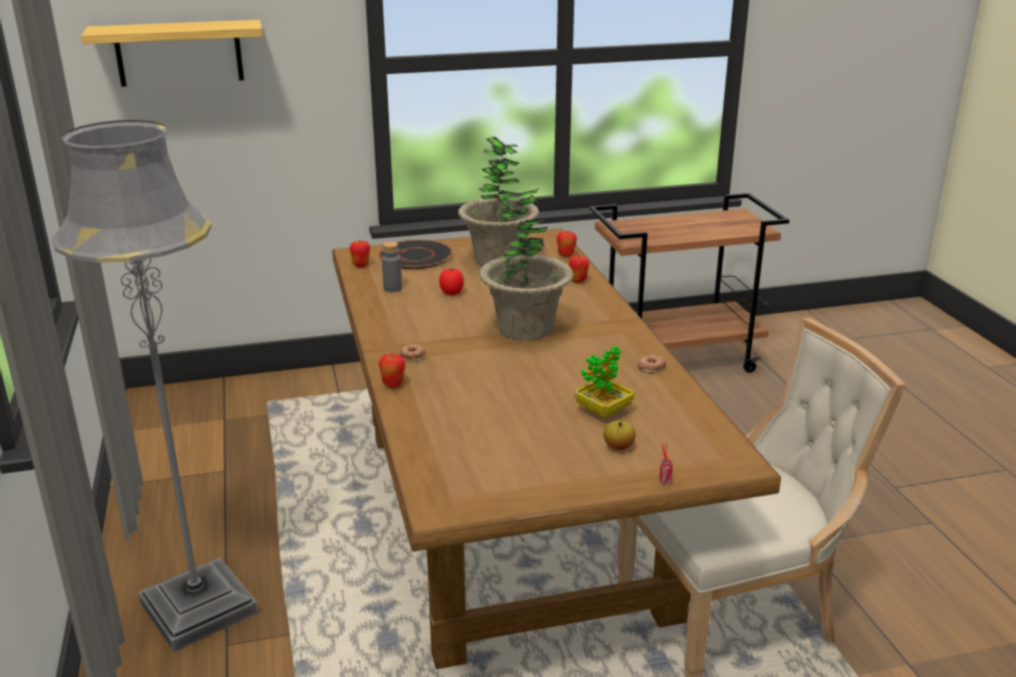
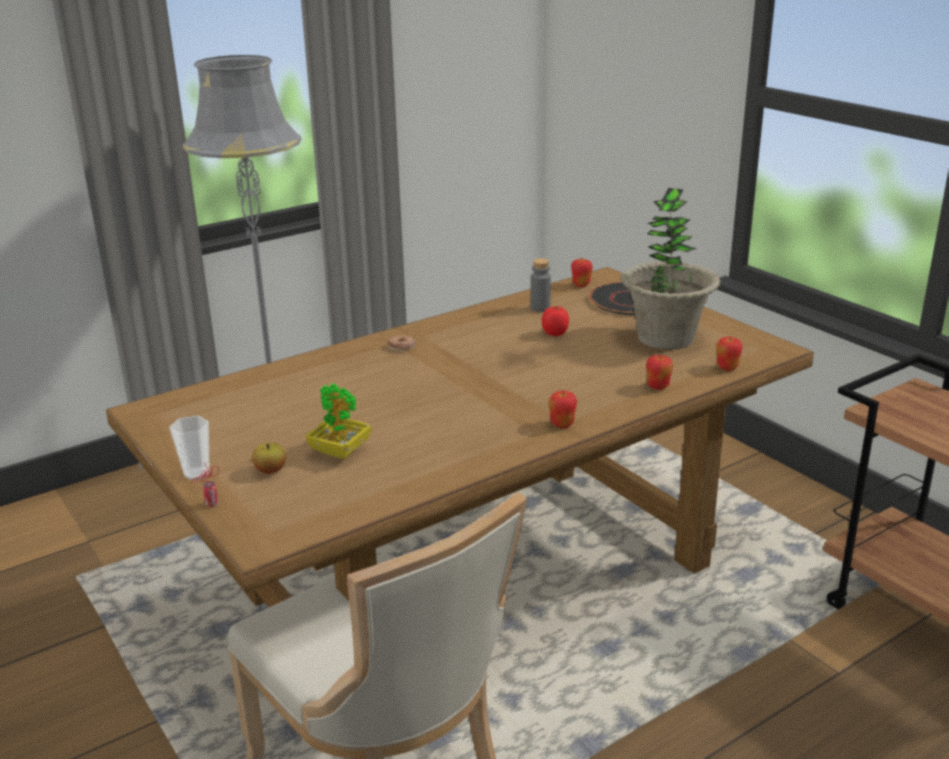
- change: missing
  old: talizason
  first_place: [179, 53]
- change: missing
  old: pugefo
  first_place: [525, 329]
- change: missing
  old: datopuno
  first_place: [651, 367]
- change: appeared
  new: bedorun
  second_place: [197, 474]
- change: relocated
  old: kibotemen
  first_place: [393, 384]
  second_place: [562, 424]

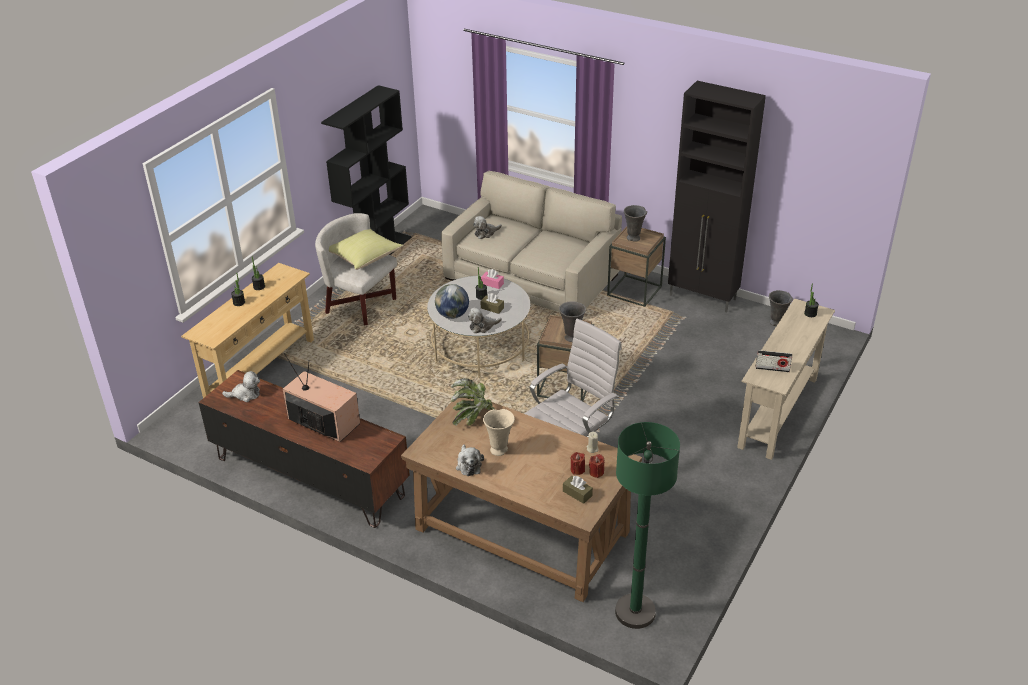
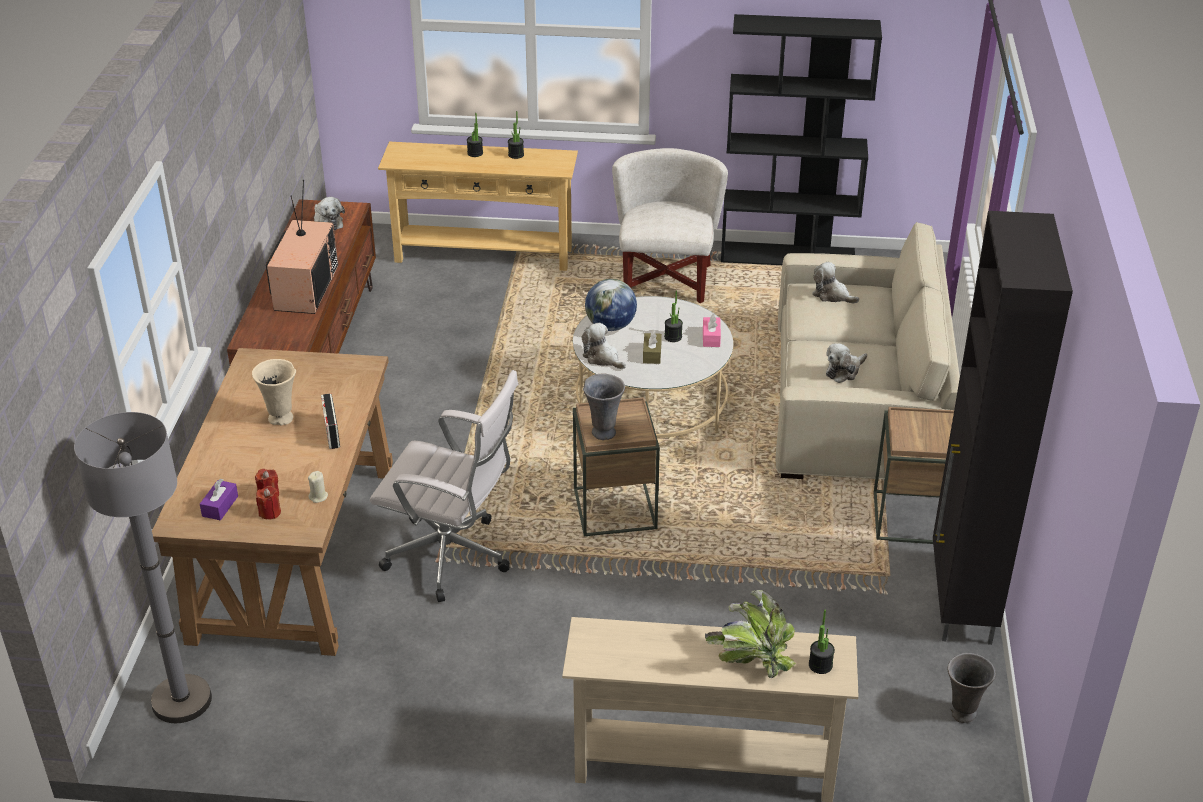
- change: missing
  old: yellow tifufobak
  first_place: [364, 257]
- change: missing
  old: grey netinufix
  first_place: [633, 238]
- change: relocated
  old: pugefo
  first_place: [473, 417]
  second_place: [751, 659]
- change: relocated
  old: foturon
  first_place: [468, 465]
  second_place: [844, 371]
- change: relocated
  old: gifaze
  first_place: [772, 368]
  second_place: [331, 432]
- change: colour
  old: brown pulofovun
  new: purple pulofovun
  first_place: [577, 493]
  second_place: [220, 506]
- change: colour
  old: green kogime
  new: grey kogime
  first_place: [635, 612]
  second_place: [181, 700]

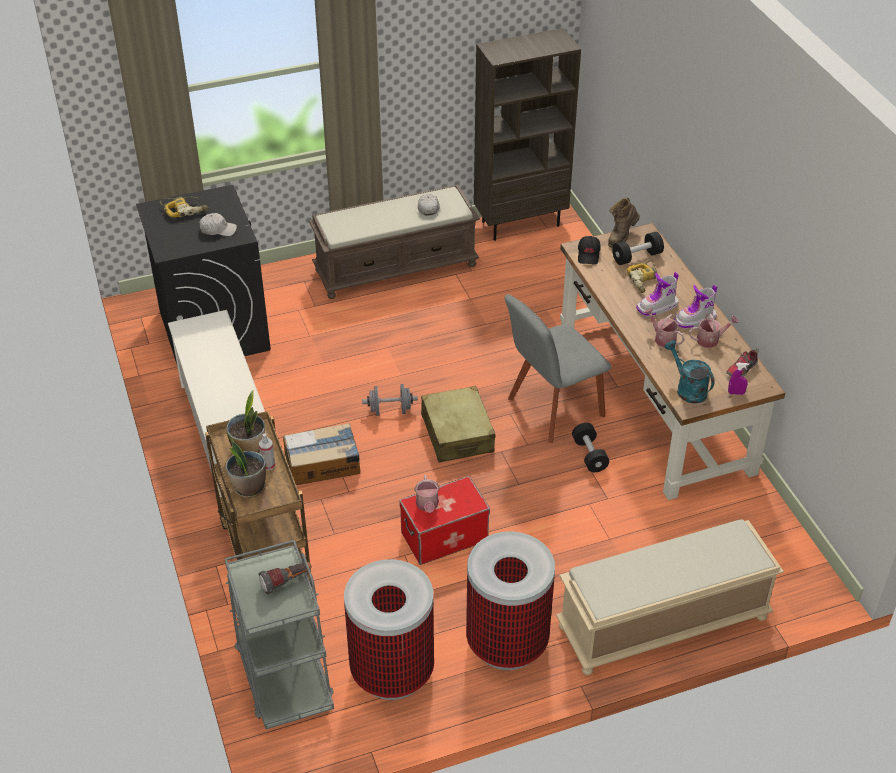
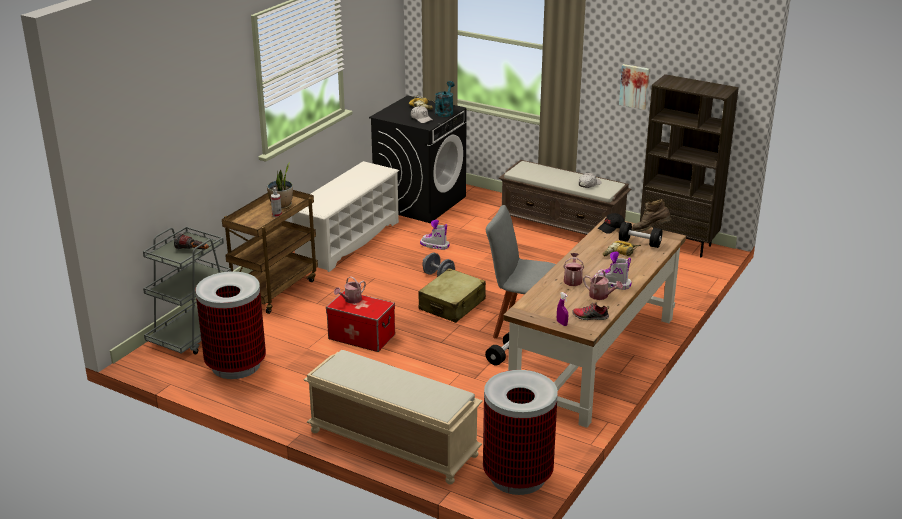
- change: missing
  old: pugefo
  first_place: [249, 487]
- change: missing
  old: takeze
  first_place: [323, 464]
- change: appeared
  new: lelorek
  second_place: [634, 86]
- change: relocated
  old: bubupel
  first_place: [507, 642]
  second_place: [518, 476]
- change: relocated
  old: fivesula
  first_place: [657, 307]
  second_place: [434, 245]
- change: relocated
  old: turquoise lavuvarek
  first_place: [687, 389]
  second_place: [444, 111]

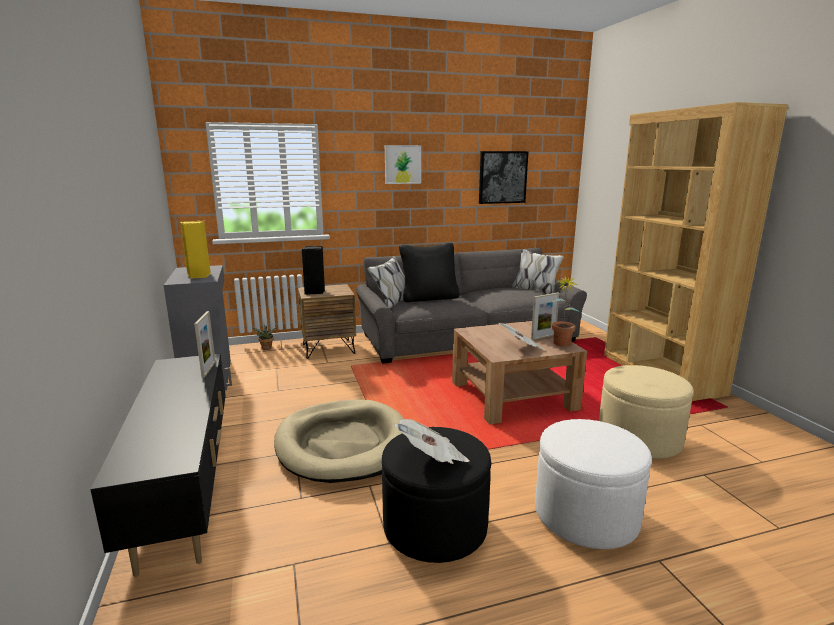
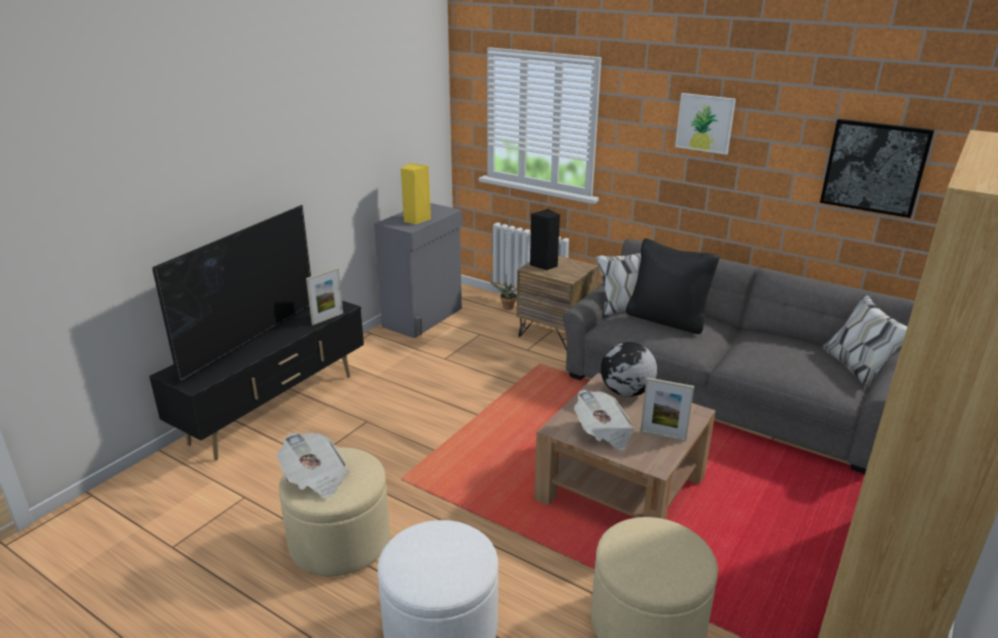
- change: missing
  old: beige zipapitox
  first_place: [343, 444]
- change: missing
  old: pugefo
  first_place: [561, 345]
- change: appeared
  new: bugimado
  second_place: [252, 341]
- change: appeared
  new: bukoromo
  second_place: [626, 392]
- change: colour
  old: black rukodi
  new: beige rukodi
  first_place: [435, 526]
  second_place: [340, 541]

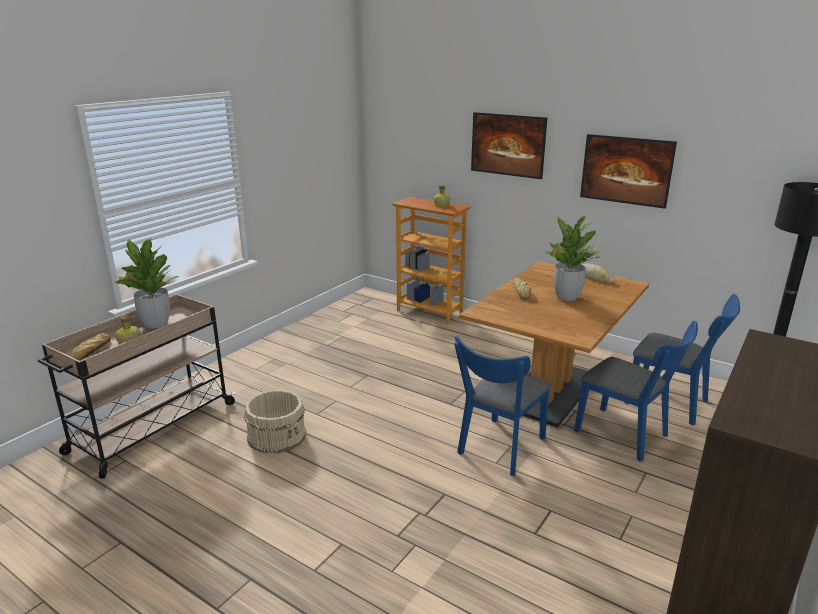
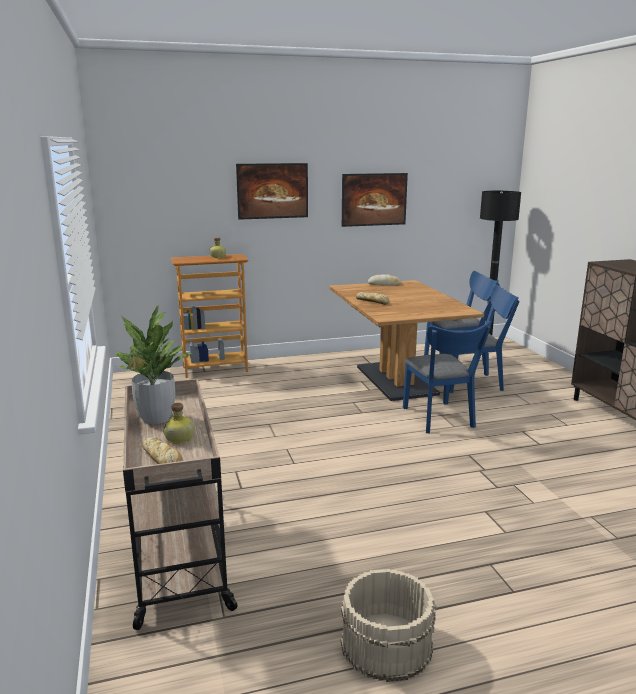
- change: missing
  old: pugefo
  first_place: [566, 297]
- change: relocated
  old: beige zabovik
  first_place: [277, 435]
  second_place: [386, 643]

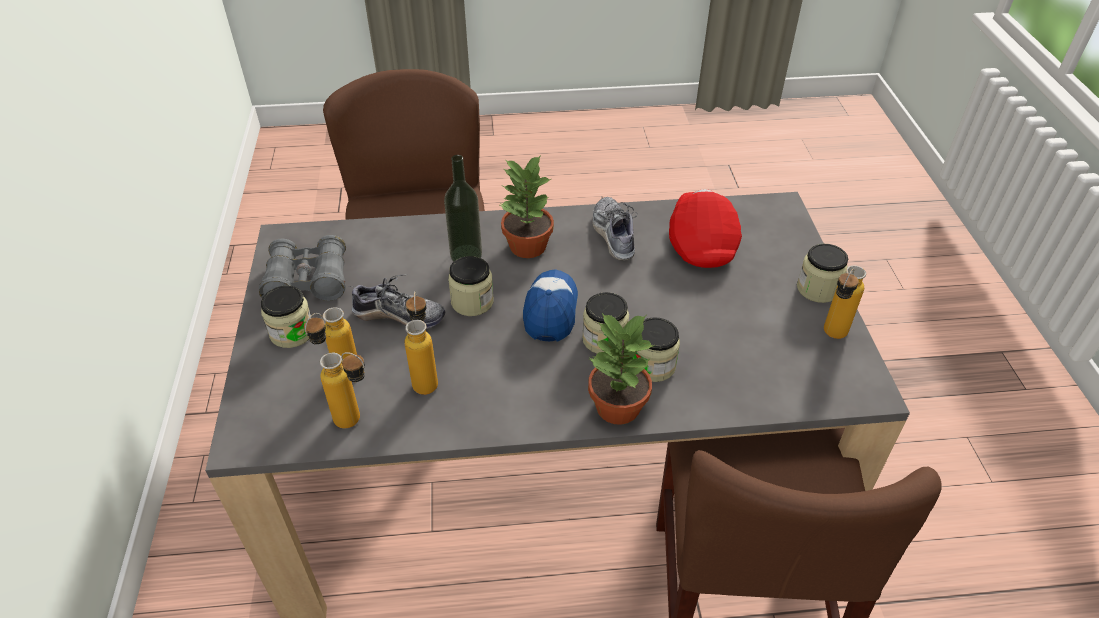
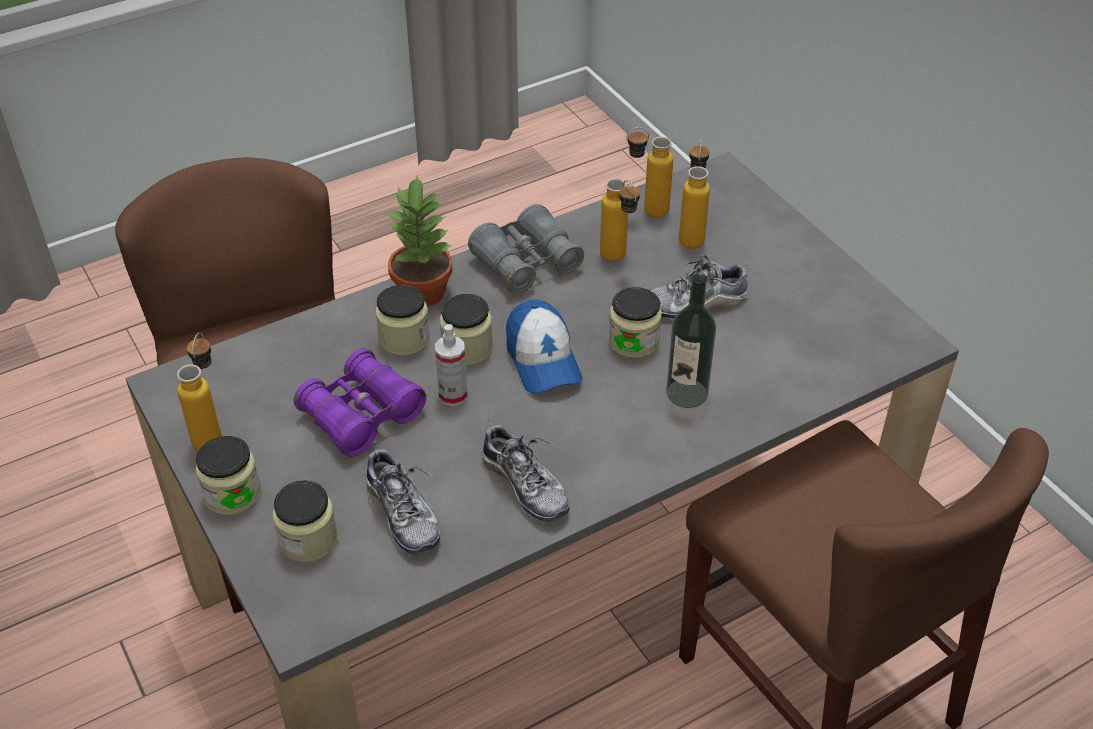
- change: missing
  old: pugefo
  first_place: [526, 246]
- change: appeared
  new: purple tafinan
  second_place: [362, 415]
- change: appeared
  new: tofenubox
  second_place: [453, 395]
- change: relocated
  old: grey tafinan
  first_place: [308, 281]
  second_place: [526, 263]
- change: relocated
  old: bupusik
  first_place: [292, 332]
  second_place: [308, 540]
- change: exchanged
  old: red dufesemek
  new: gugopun
  first_place: [701, 243]
  second_place: [402, 514]

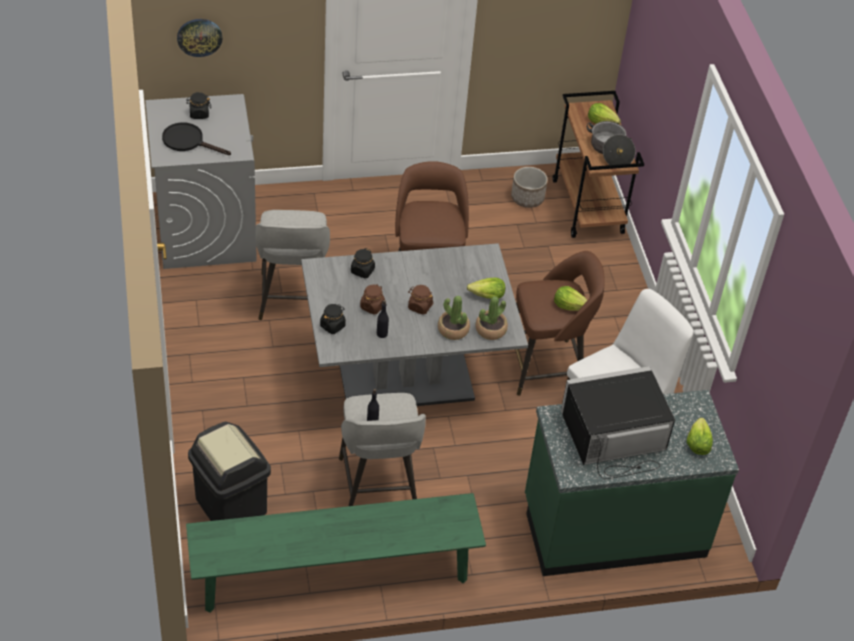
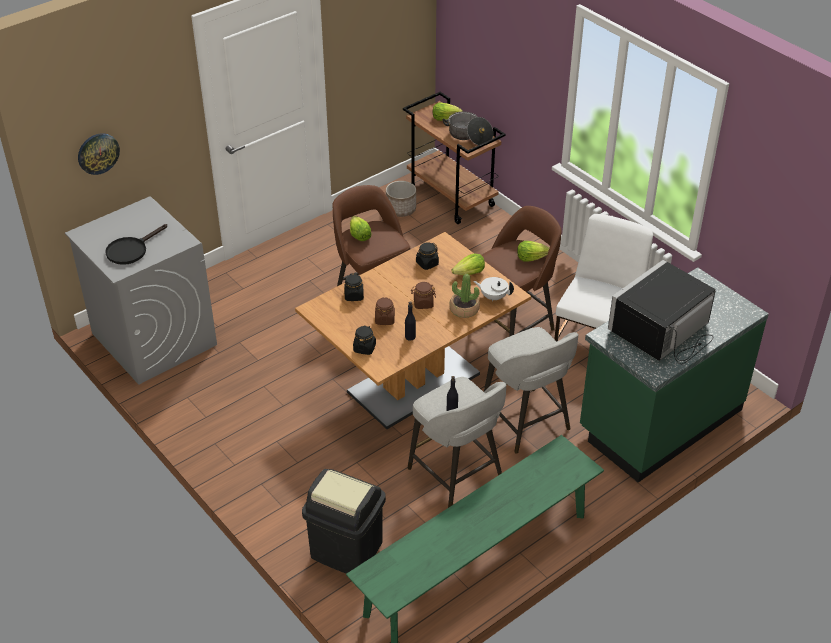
- change: relocated
  old: black bupusik
  first_place: [199, 114]
  second_place: [427, 264]
- change: relocated
  old: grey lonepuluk
  first_place: [292, 299]
  second_place: [526, 422]
- change: relocated
  old: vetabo
  first_place: [697, 443]
  second_place: [359, 235]
- change: exchanged
  old: pugefo
  new: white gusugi
  first_place: [490, 329]
  second_place: [493, 297]
- change: colour
  old: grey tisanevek
  new: brown tisanevek
  first_place: [406, 380]
  second_place: [413, 383]
- change: spun
  old: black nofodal
  first_place: [188, 141]
  second_place: [131, 250]
  degrees: -45

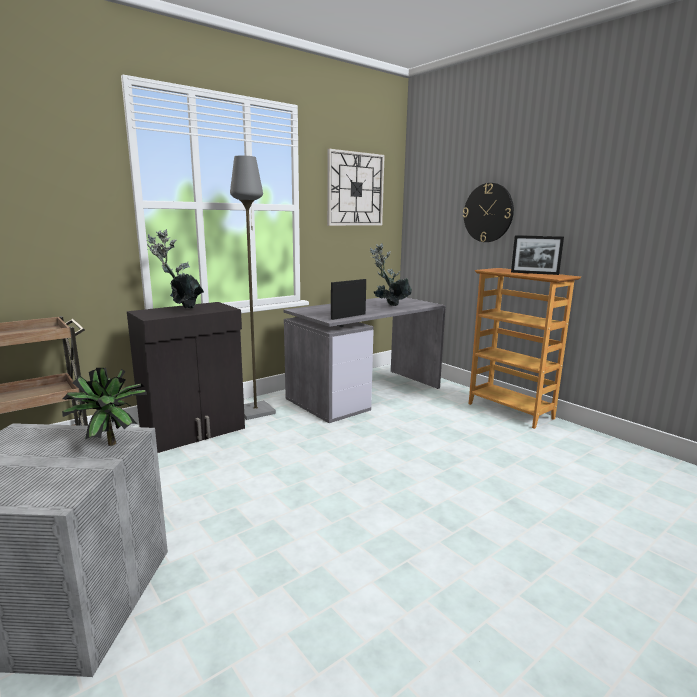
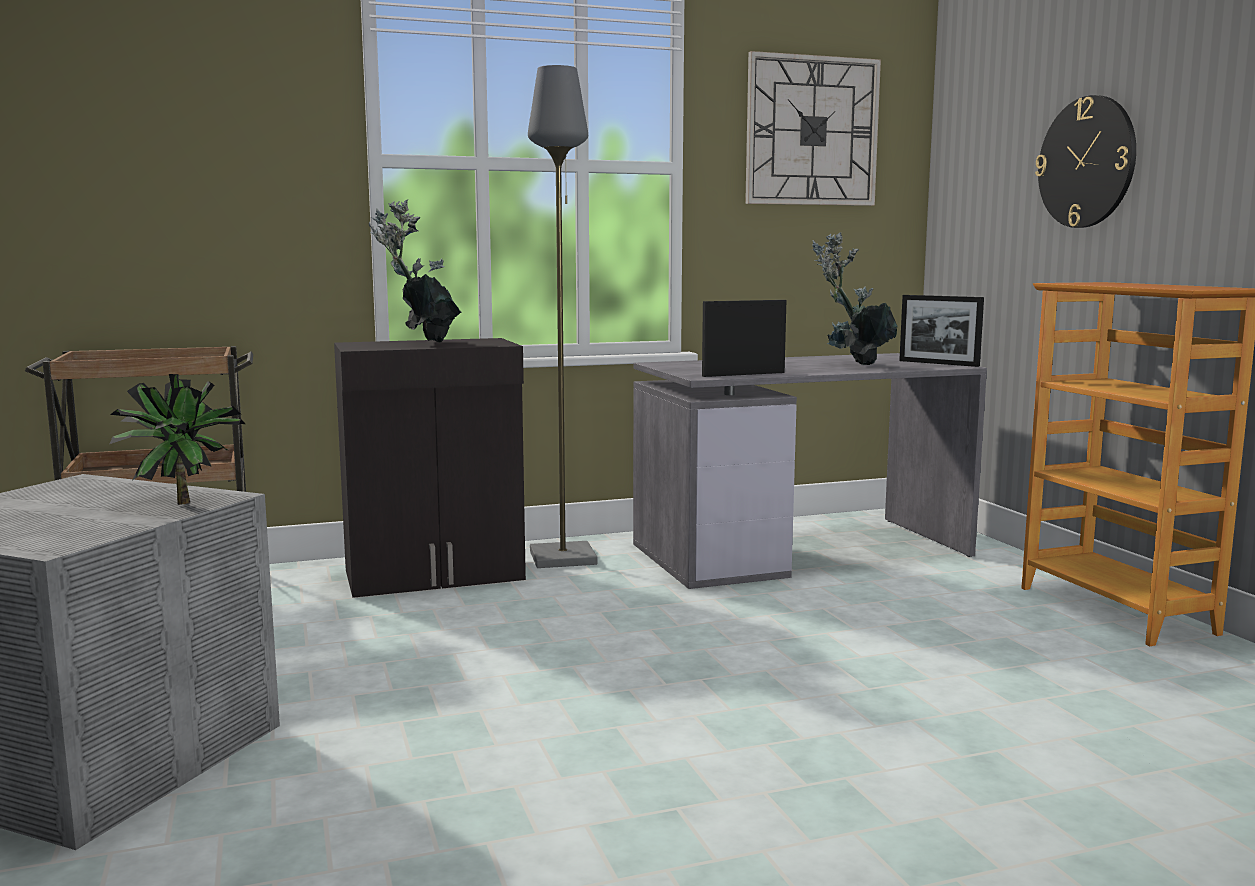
- change: relocated
  old: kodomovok
  first_place: [534, 273]
  second_place: [938, 363]

